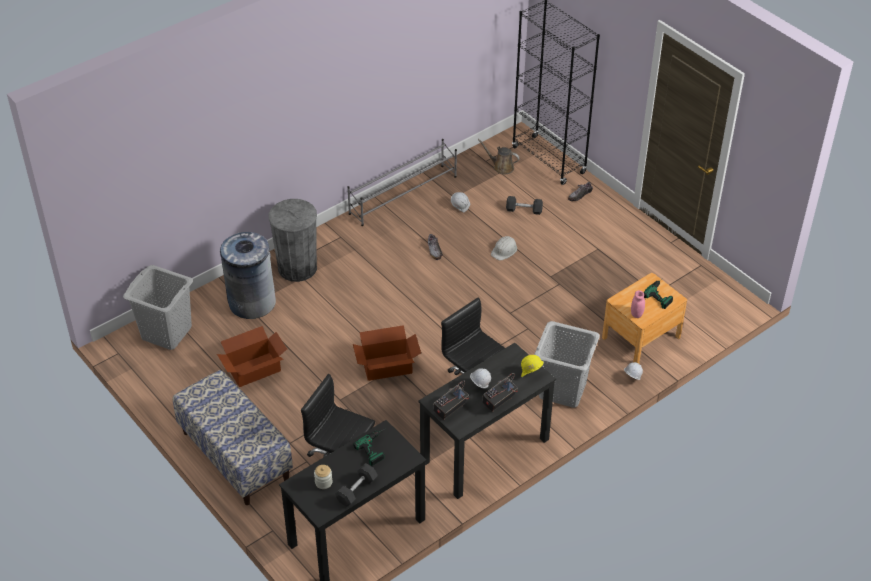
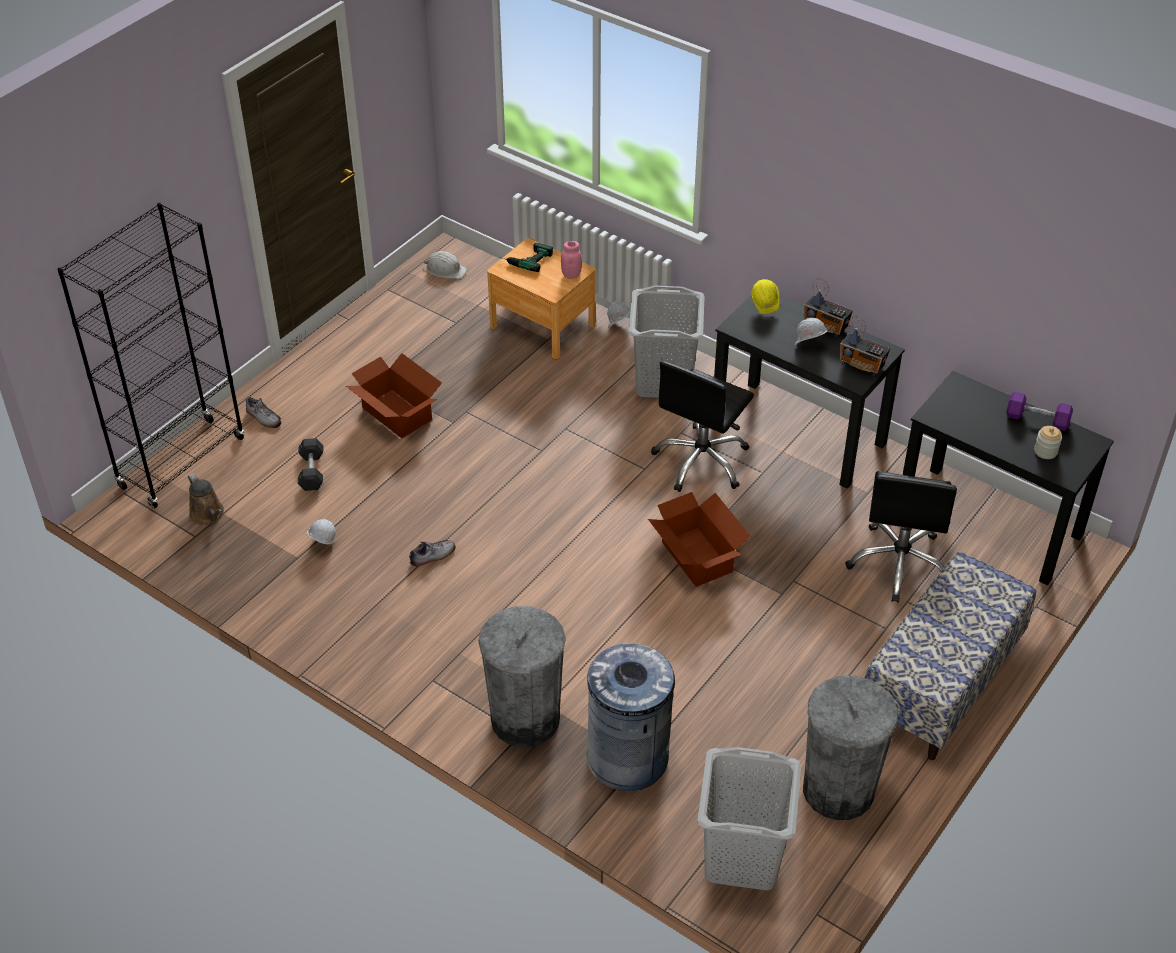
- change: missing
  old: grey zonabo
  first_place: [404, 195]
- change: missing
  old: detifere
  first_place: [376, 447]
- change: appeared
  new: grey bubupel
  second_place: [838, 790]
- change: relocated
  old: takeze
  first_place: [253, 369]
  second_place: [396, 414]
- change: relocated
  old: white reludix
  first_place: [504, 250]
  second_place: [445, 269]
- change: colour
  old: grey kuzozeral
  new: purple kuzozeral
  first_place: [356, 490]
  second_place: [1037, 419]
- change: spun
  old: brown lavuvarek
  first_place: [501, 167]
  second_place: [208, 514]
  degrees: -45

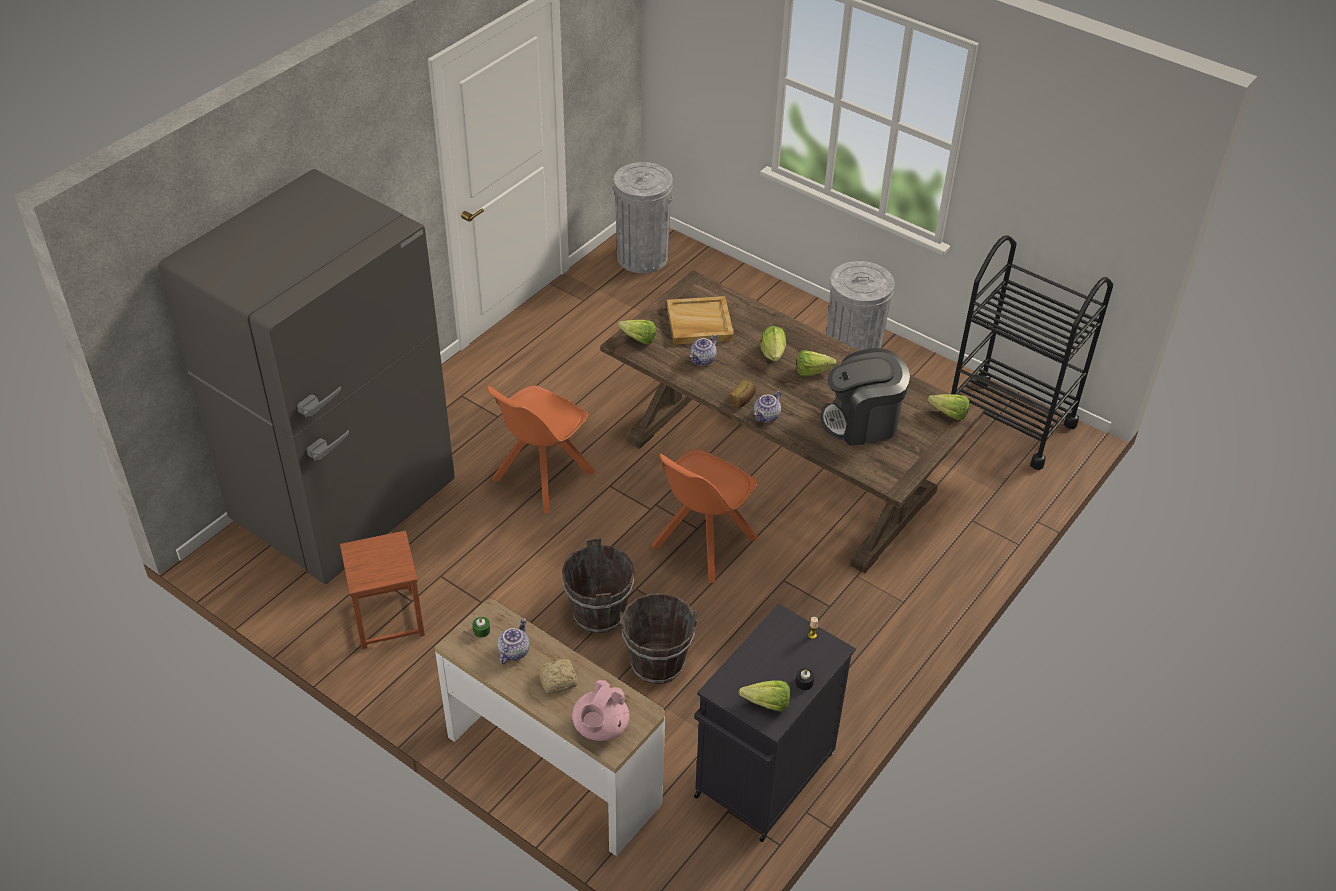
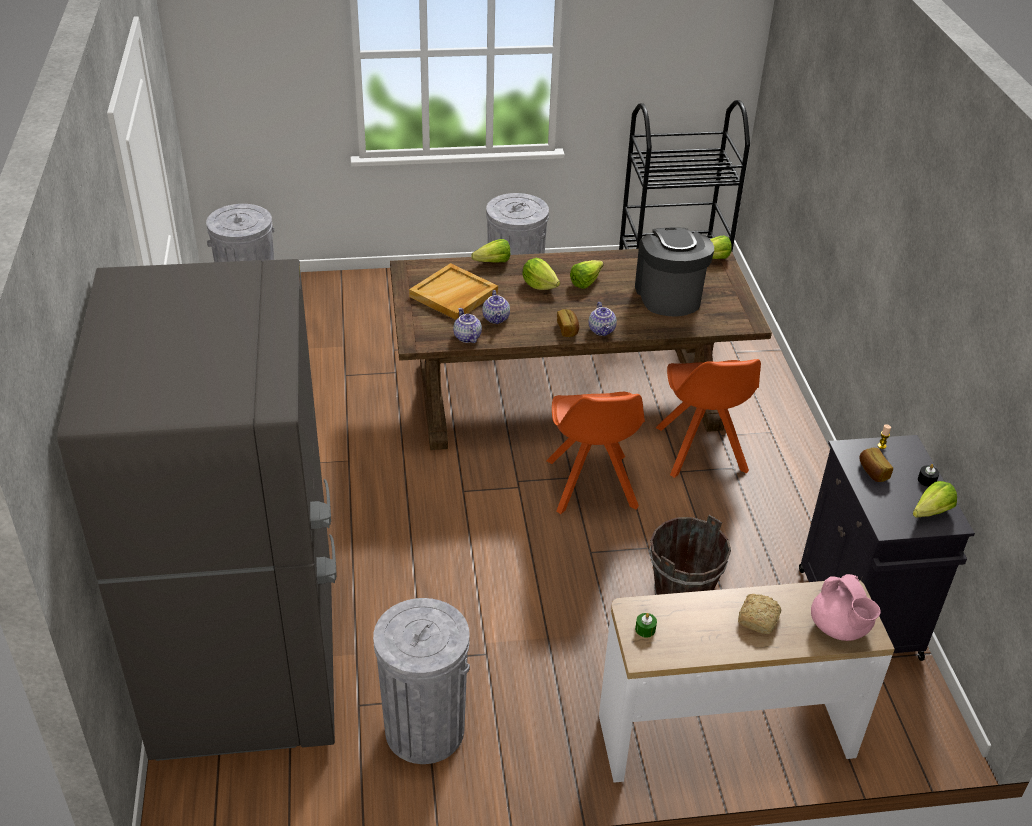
- change: missing
  old: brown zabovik
  first_place: [598, 613]
- change: appeared
  new: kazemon
  second_place: [872, 472]
- change: relocated
  old: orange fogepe
  first_place: [541, 477]
  second_place: [701, 451]
- change: relocated
  old: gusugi
  first_place: [513, 651]
  second_place: [466, 337]
- change: relocated
  old: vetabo
  first_place: [636, 338]
  second_place: [489, 262]
- change: exchanged
  old: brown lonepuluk
  new: grey bubupel
  first_place: [387, 618]
  second_place: [424, 730]
- change: spun
  old: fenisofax
  first_place: [862, 422]
  second_place: [668, 296]
  degrees: 135

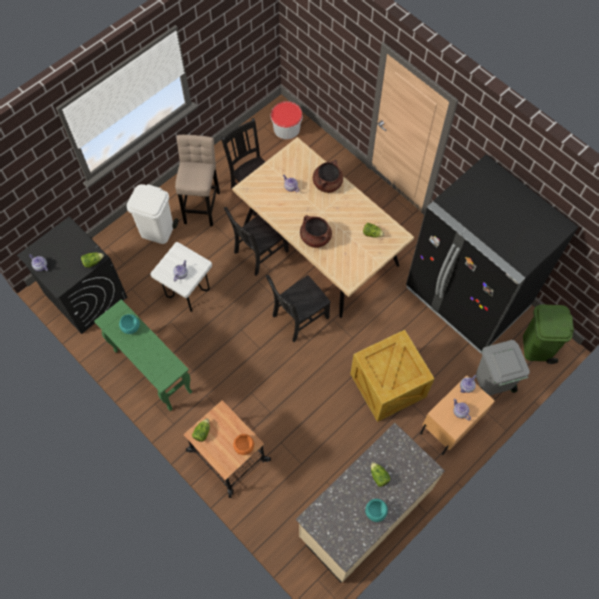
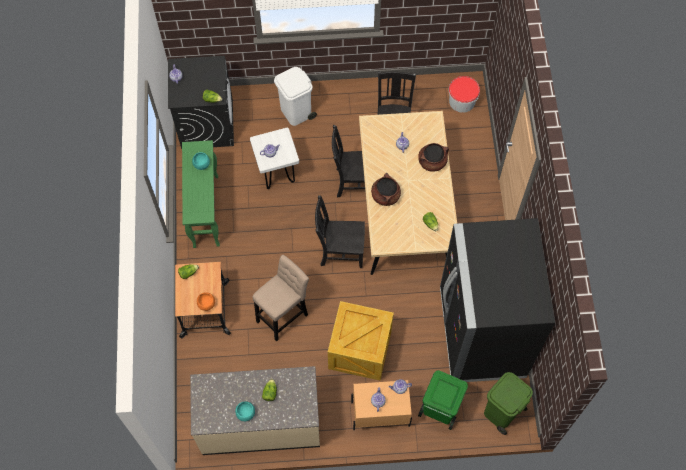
- change: relocated
  old: beige lonepuluk
  first_place: [202, 205]
  second_place: [284, 315]
- change: colour
  old: grey bubupel
  new: green bubupel
  first_place: [491, 384]
  second_place: [439, 410]

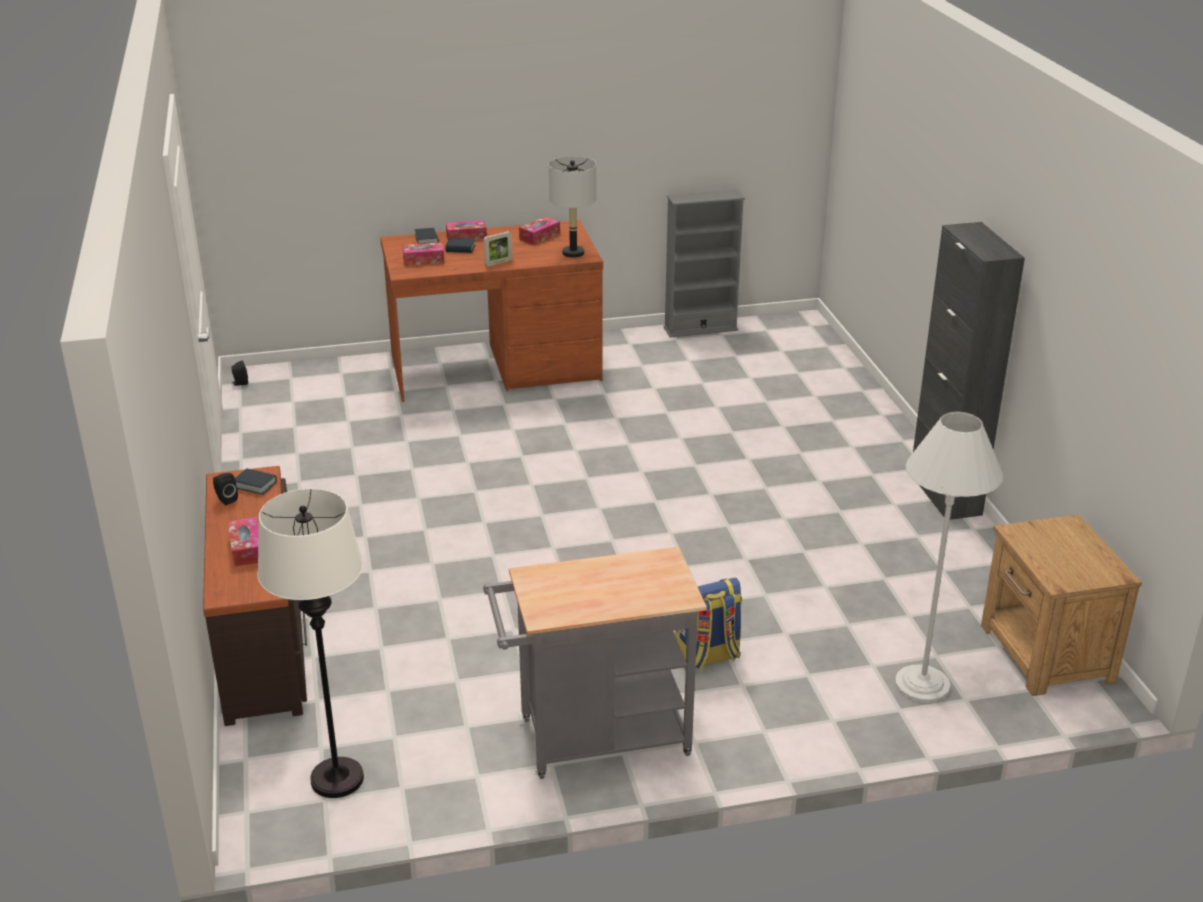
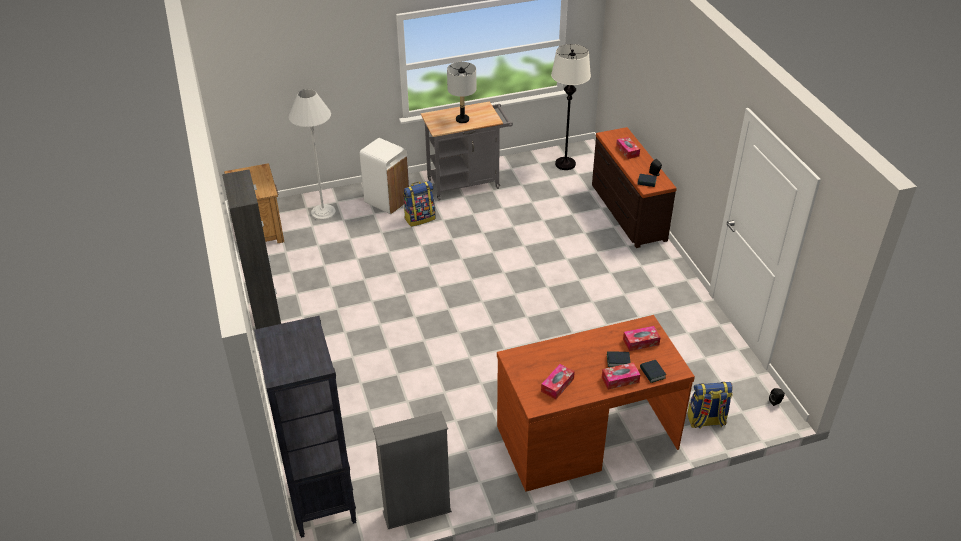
- change: missing
  old: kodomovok
  first_place: [498, 263]
- change: appeared
  new: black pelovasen
  second_place: [322, 500]
- change: appeared
  new: white bubupel
  second_place: [387, 201]
- change: appeared
  new: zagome
  second_place: [706, 420]
- change: relocated
  old: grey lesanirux
  first_place: [573, 253]
  second_place: [462, 119]

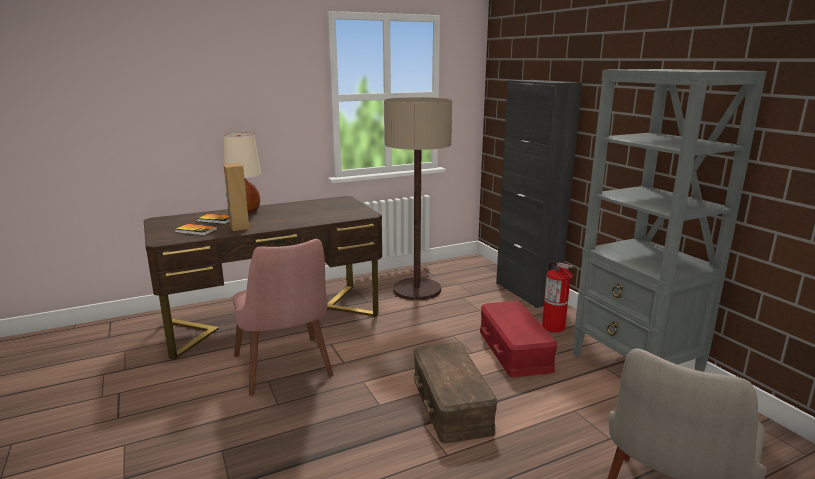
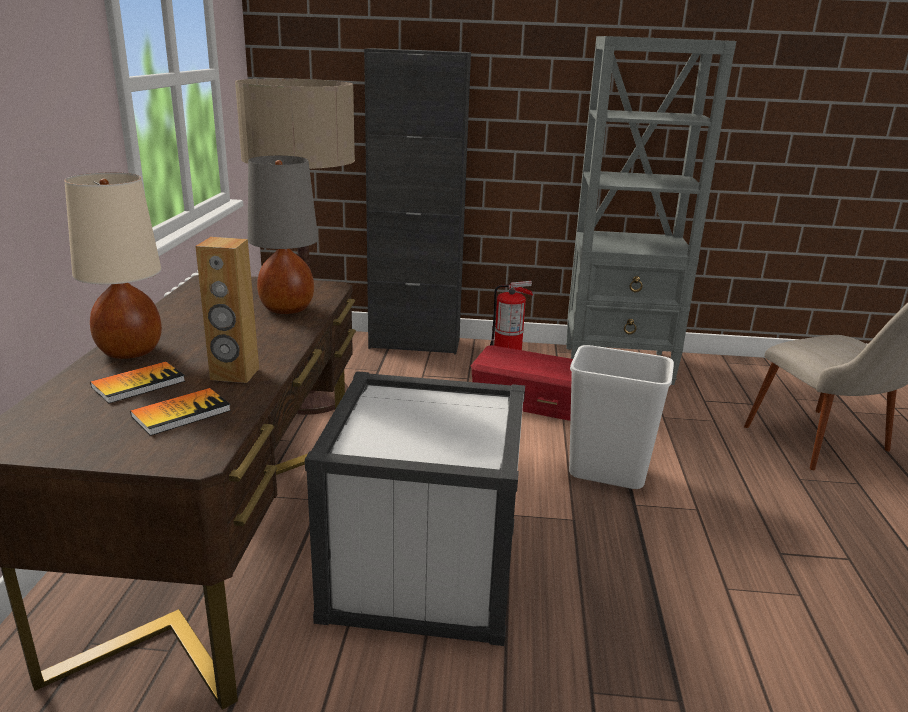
- change: appeared
  new: grey lesanirux
  second_place: [286, 309]
- change: exchanged
  old: pink fogepe
  new: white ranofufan
  first_place: [287, 372]
  second_place: [423, 571]
- change: exchanged
  old: brown ranofufan
  new: white bubupel
  first_place: [450, 404]
  second_place: [606, 474]

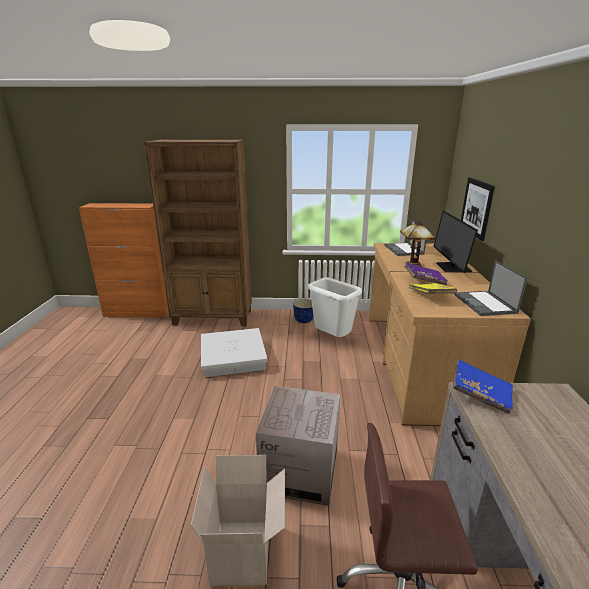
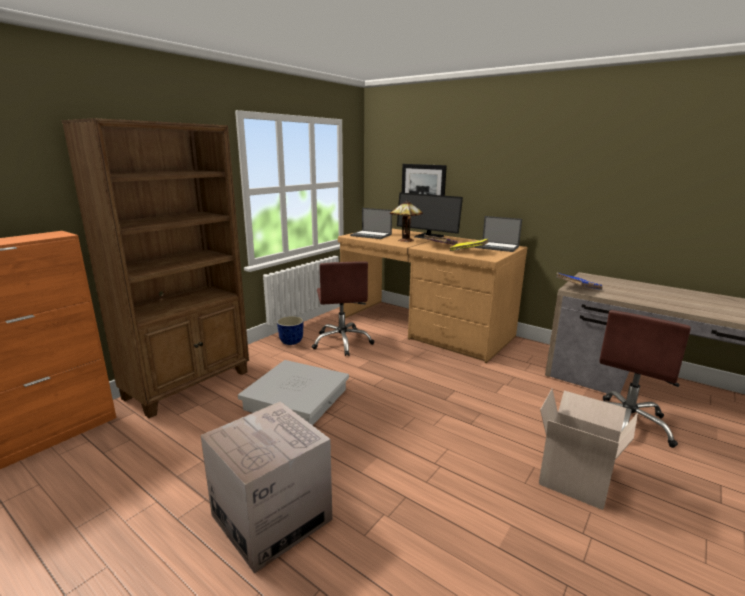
- change: relocated
  old: takeze
  first_place: [300, 470]
  second_place: [272, 517]
- change: exchanged
  old: white bubupel
  new: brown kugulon
  first_place: [332, 338]
  second_place: [342, 342]

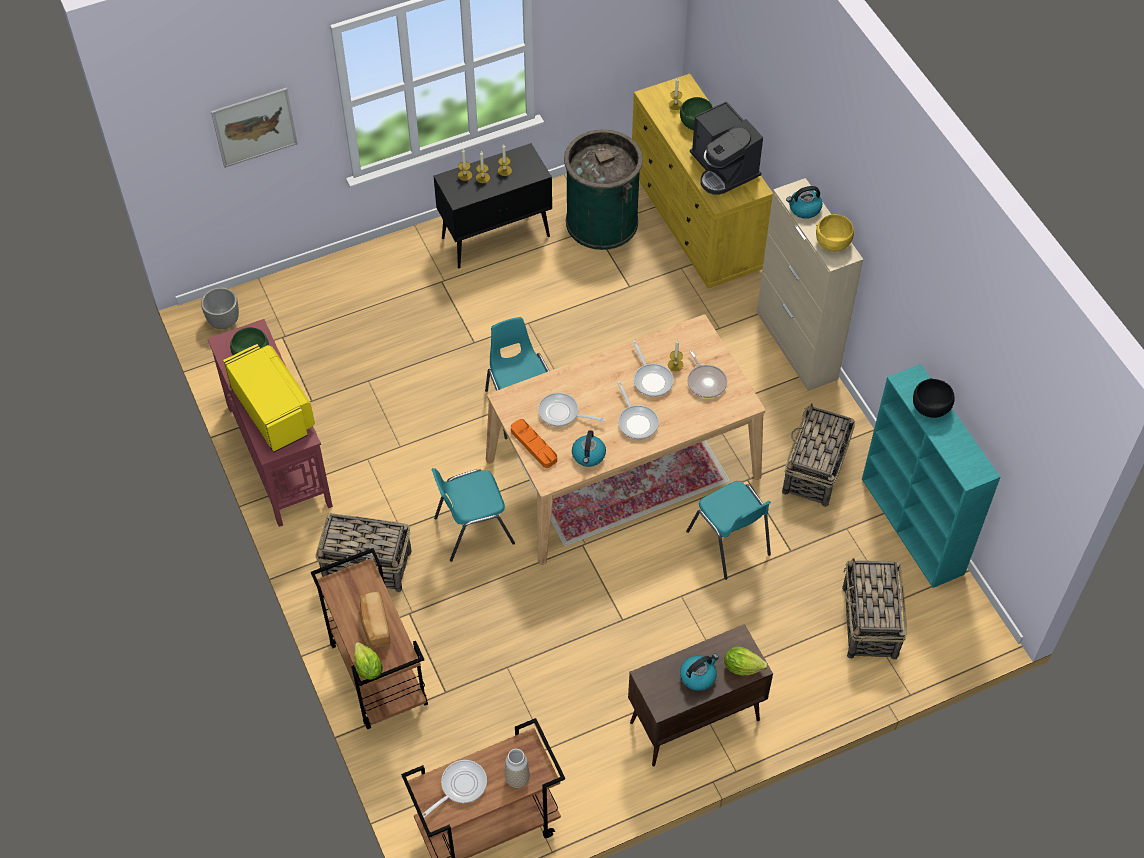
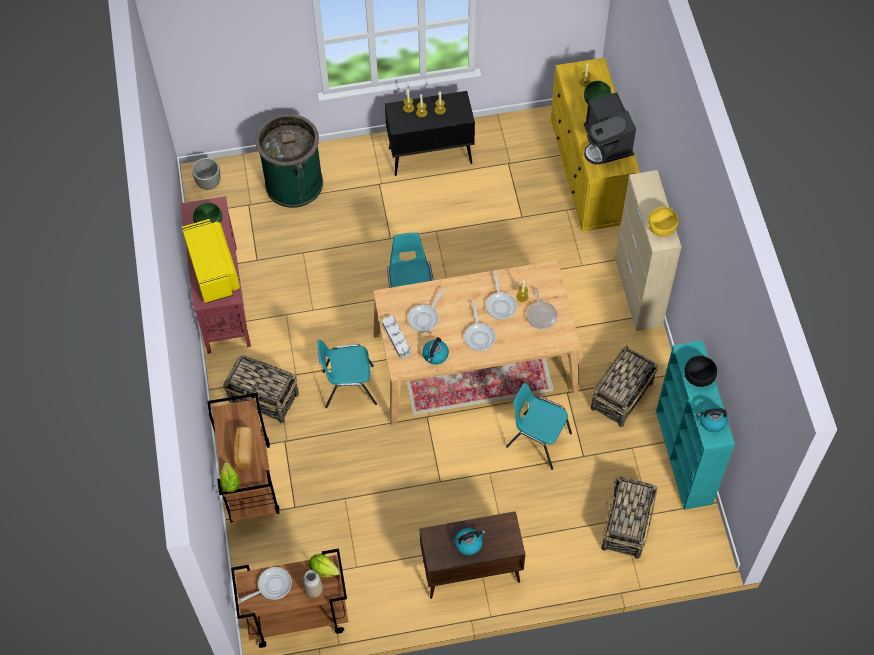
- change: missing
  old: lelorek
  first_place: [254, 127]
- change: relocated
  old: green bubupel
  first_place: [602, 221]
  second_place: [294, 183]
- change: relocated
  old: vetabo
  first_place: [742, 666]
  second_place: [323, 569]
- change: relocated
  old: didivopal
  first_place: [804, 209]
  second_place: [712, 421]
- change: colour
  old: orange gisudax
  new: grey gisudax
  first_place: [533, 445]
  second_place: [396, 338]
- change: spun
  old: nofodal
  first_place: [562, 413]
  second_place: [425, 317]
  degrees: -90
- change: spun
  old: turquoise fogepe
  first_place: [729, 543]
  second_place: [538, 440]
  degrees: 135

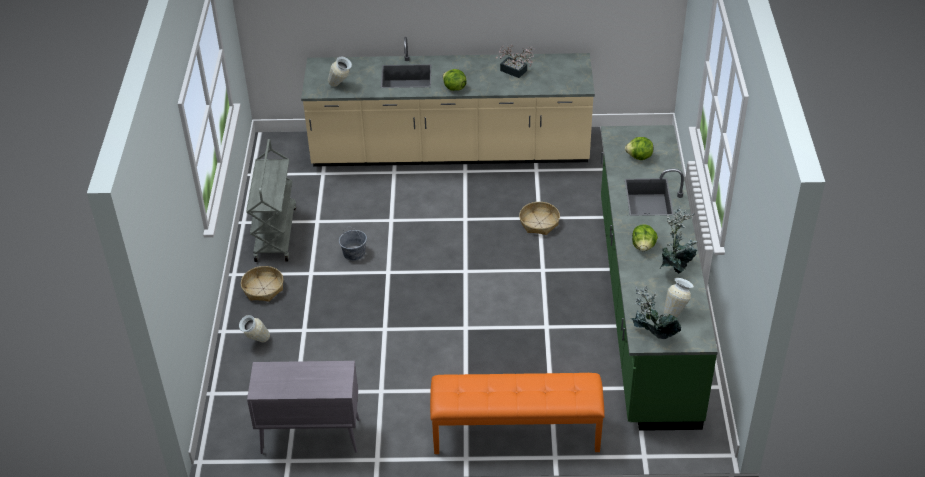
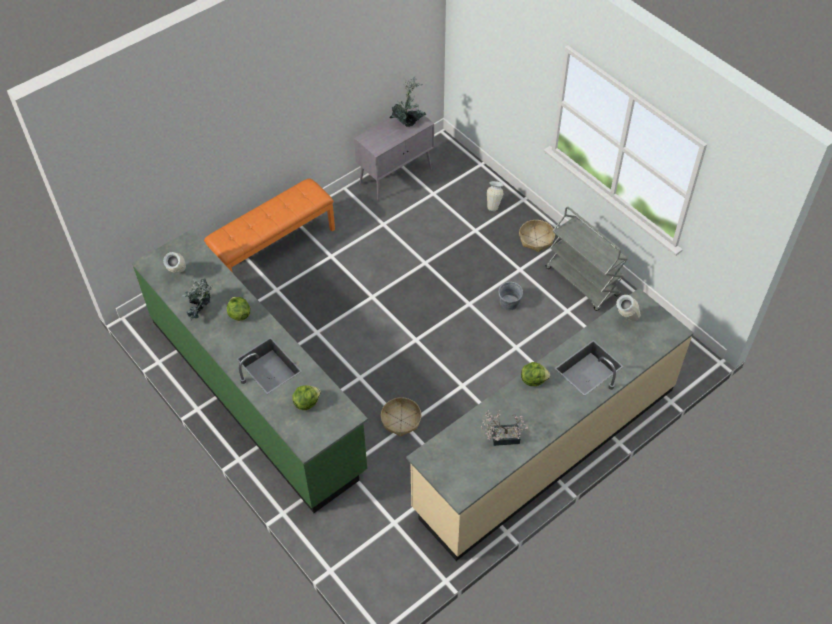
- change: relocated
  old: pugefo
  first_place: [651, 336]
  second_place: [408, 122]

